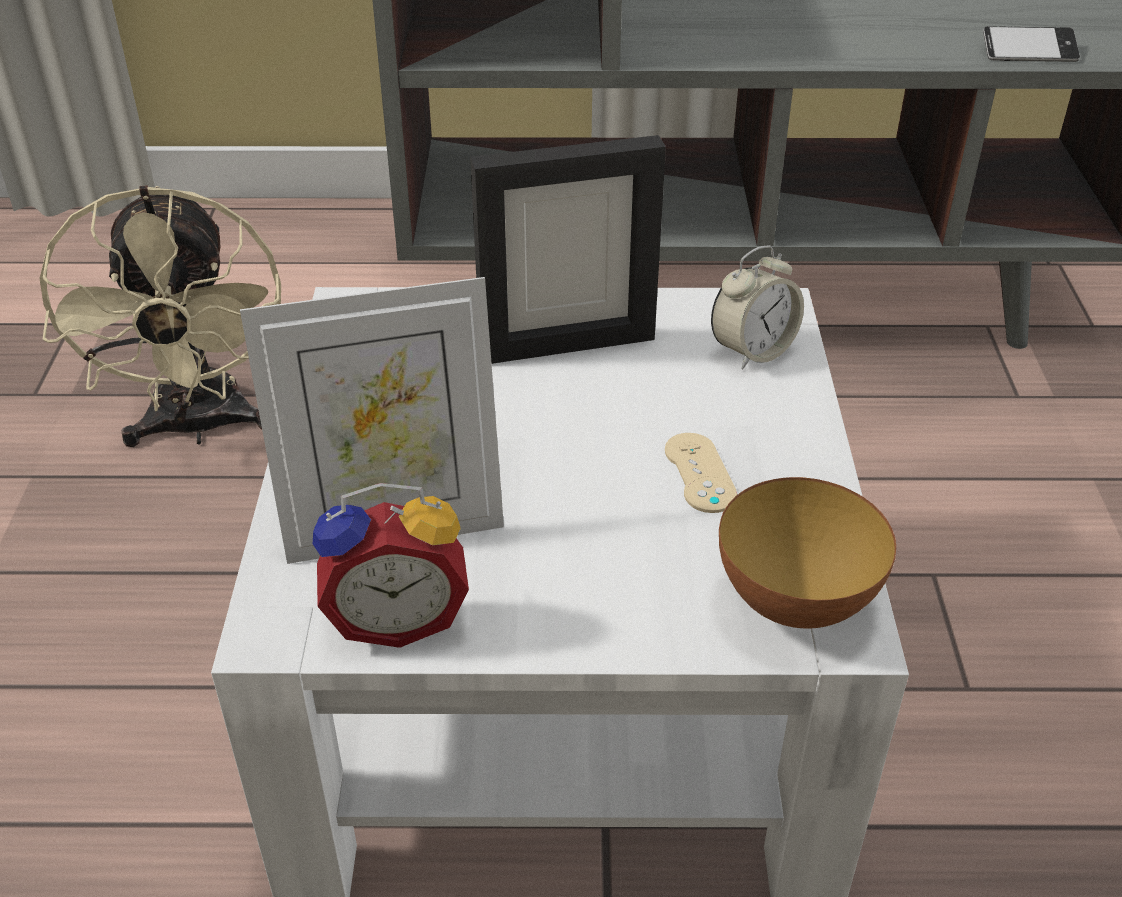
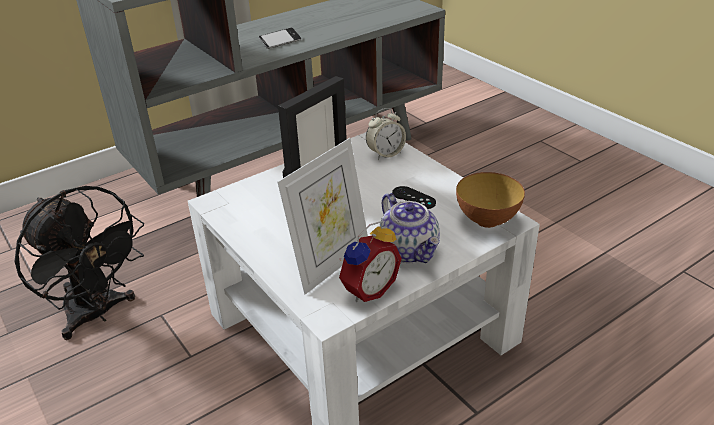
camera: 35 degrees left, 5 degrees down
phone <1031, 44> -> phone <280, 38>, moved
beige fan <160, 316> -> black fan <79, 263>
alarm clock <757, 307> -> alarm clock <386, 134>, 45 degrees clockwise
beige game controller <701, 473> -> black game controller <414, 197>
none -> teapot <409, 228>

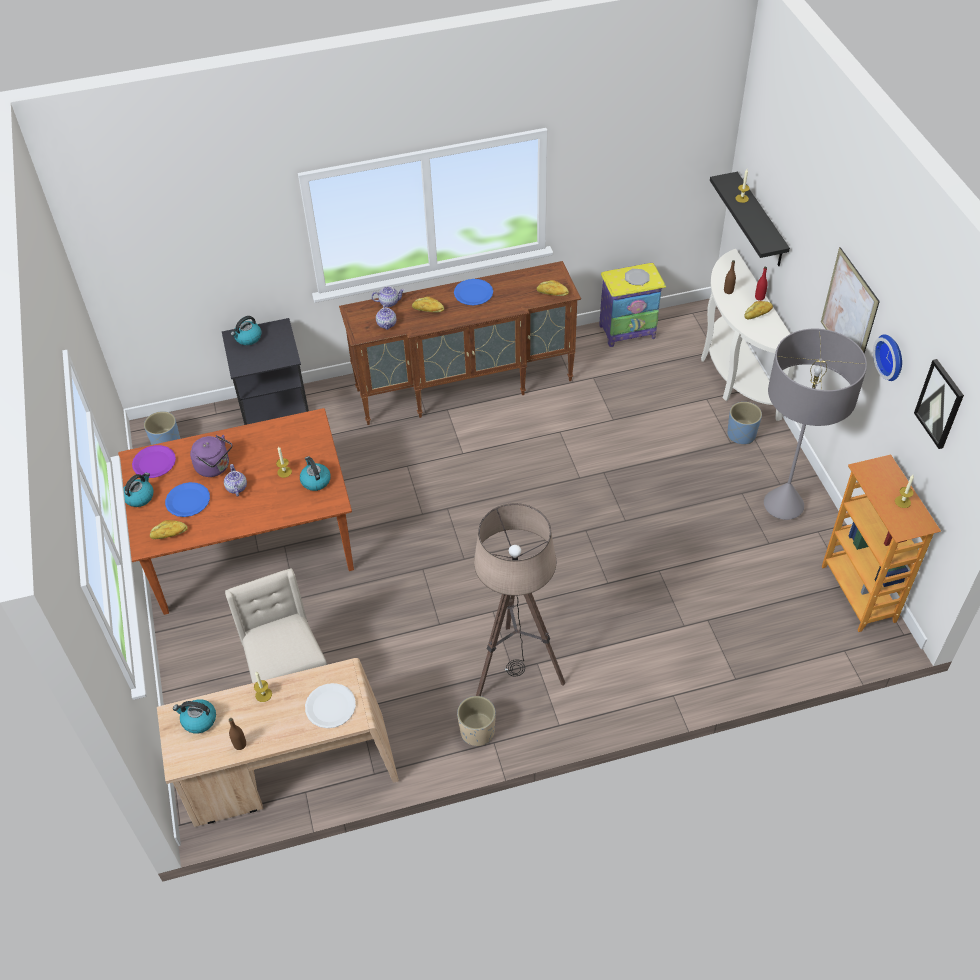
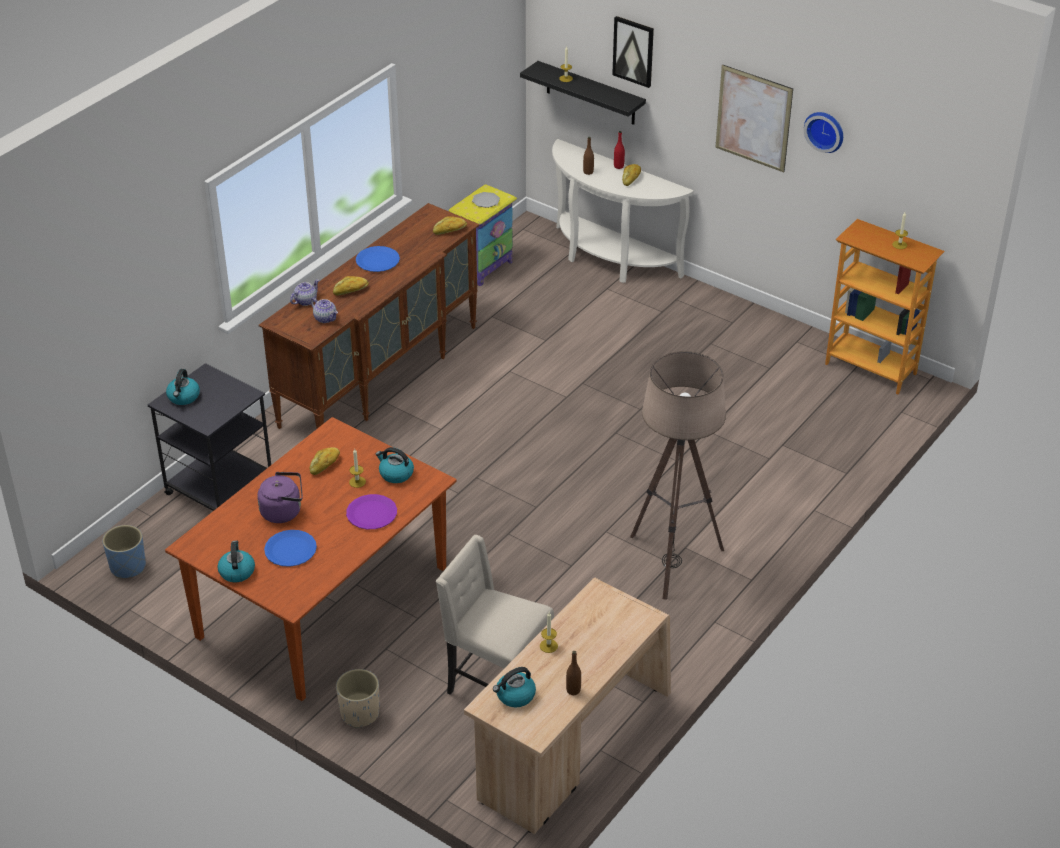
camera: 40 degrees left, 10 degrees down
grey floor lamp <815, 424> -> none
picture <939, 404> -> picture <633, 52>, moved
blue planter <744, 423> -> none
purple plate <154, 461> -> purple plate <371, 511>, moved
teapot <235, 480> -> none
bread <169, 529> -> bread <325, 461>, moved
white plate <330, 705> -> none
beige planter <476, 721> -> beige planter <357, 698>, moved

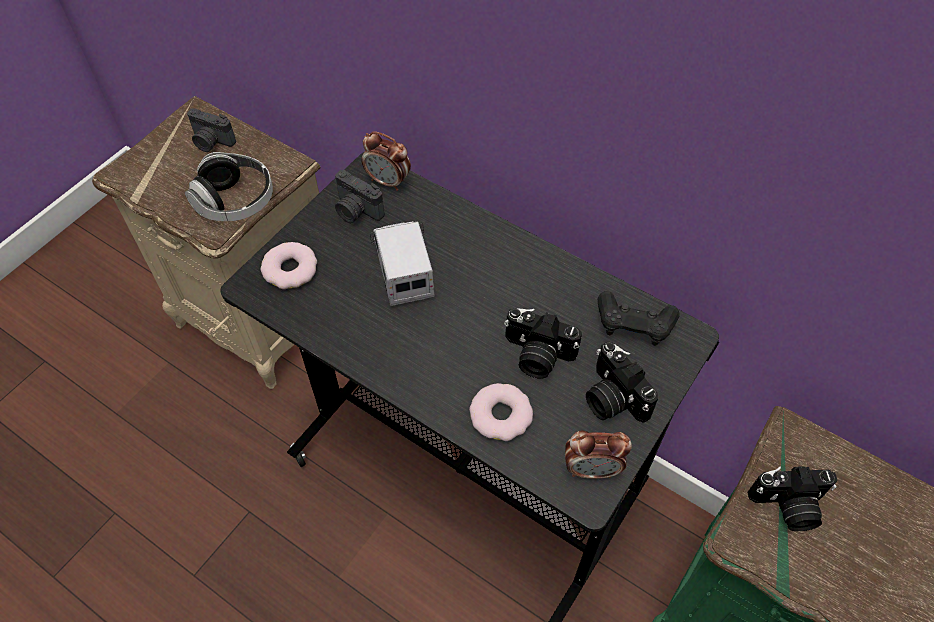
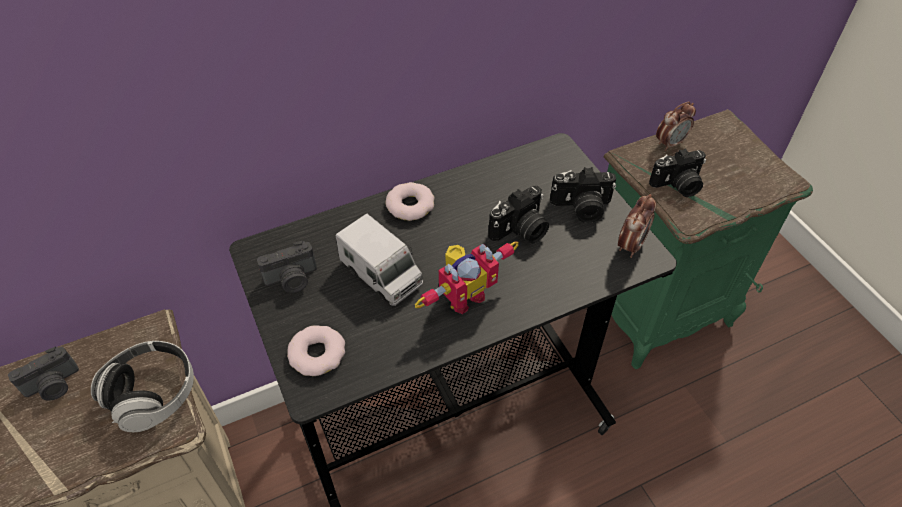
camera: 60 degrees left, 5 degrees down
alarm clock <386, 161> -> alarm clock <676, 126>, moved
toy truck <402, 263> -> toy truck <379, 260>, 150 degrees counterclockwise
black game controller <639, 318> -> none
donut <501, 412> -> donut <410, 201>, moved
photo camera <792, 498> -> photo camera <677, 173>, 45 degrees clockwise
none -> toy robot <467, 278>

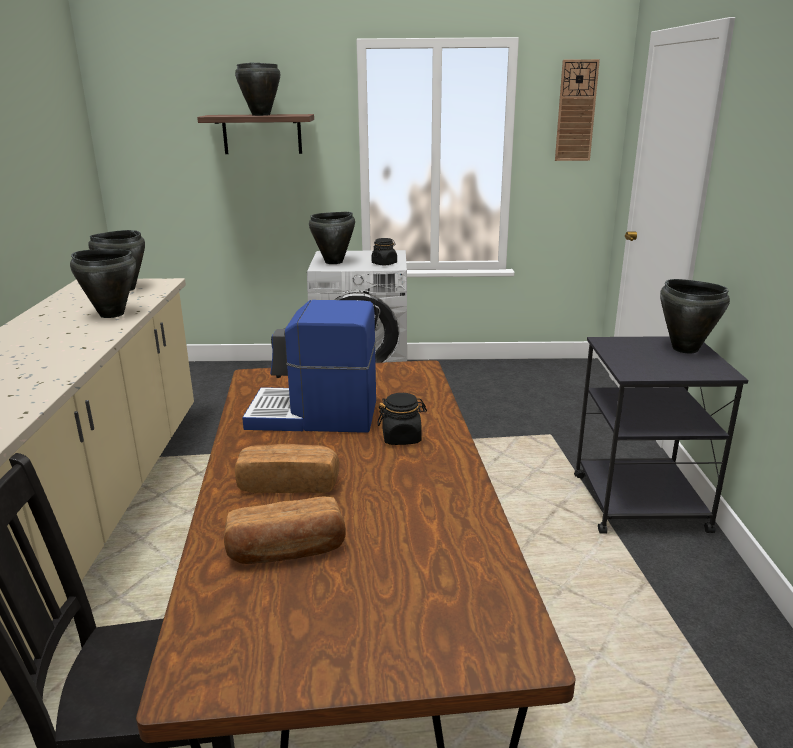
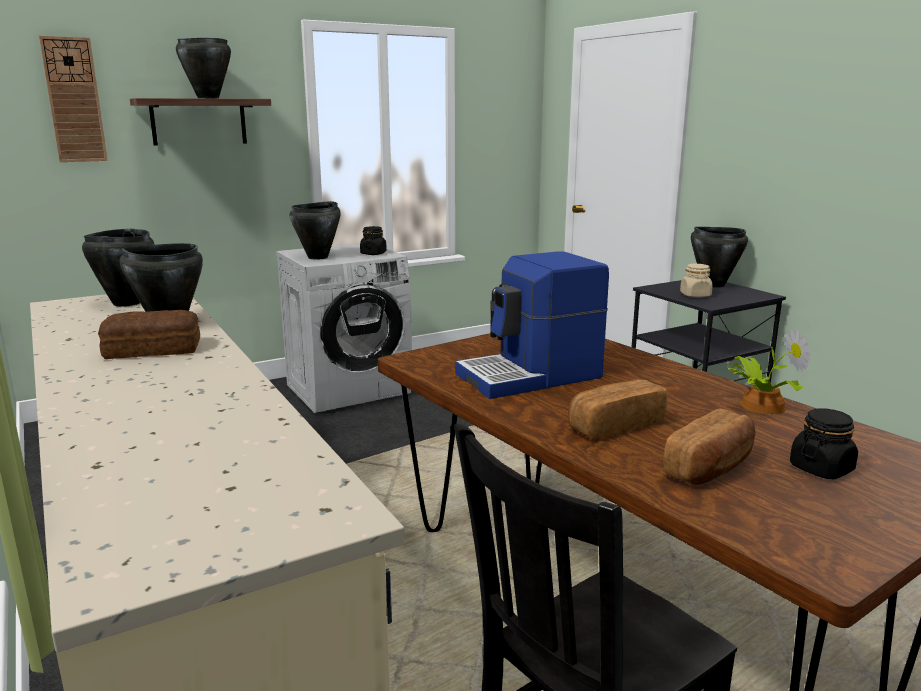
camera: 30 degrees left, 5 degrees down
wall clock <577, 110> -> wall clock <73, 99>, moved
black jar <402, 419> -> black jar <824, 443>, moved
none -> beige jar <696, 280>
none -> bread <149, 334>
none -> potted plant <769, 371>

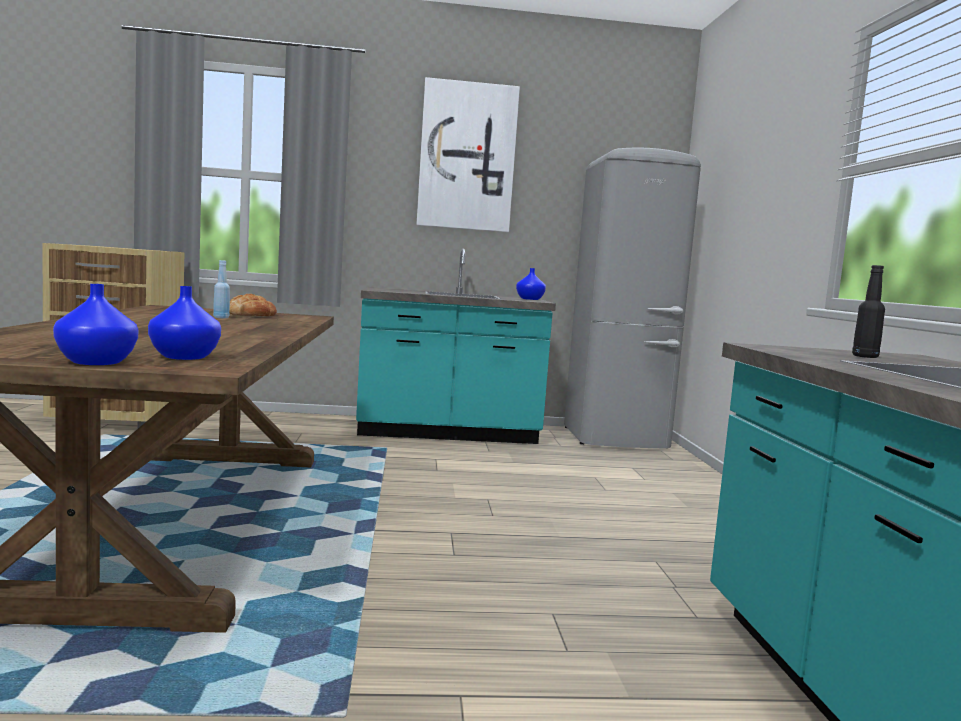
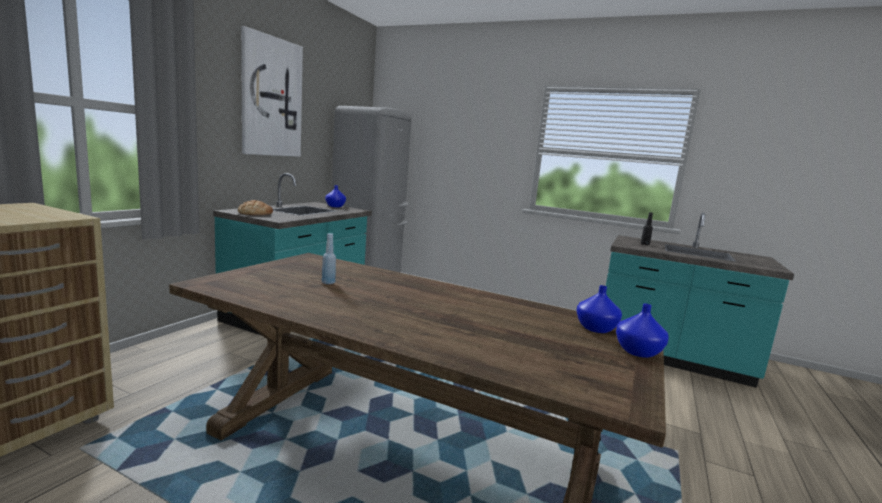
camera: 60 degrees left, 5 degrees up
bread <253, 305> -> bread <255, 207>, moved

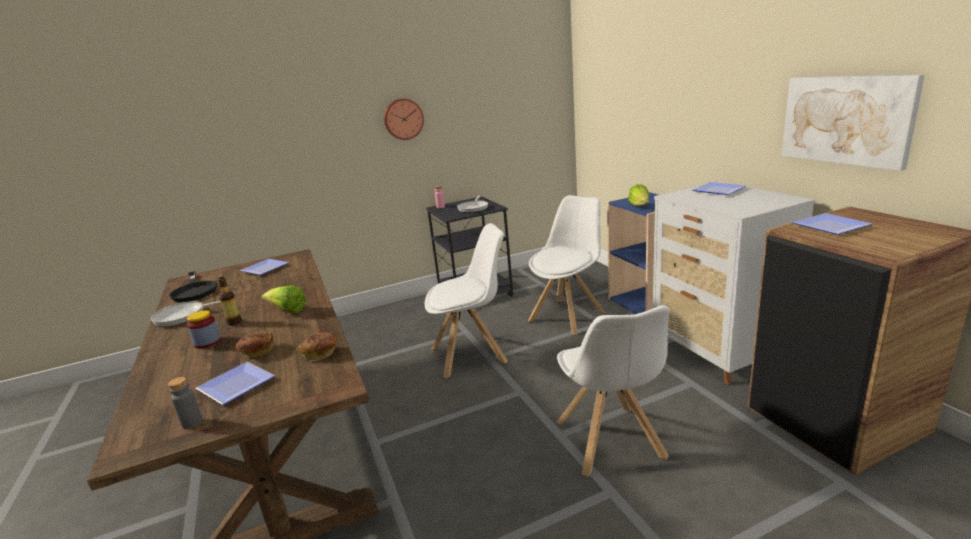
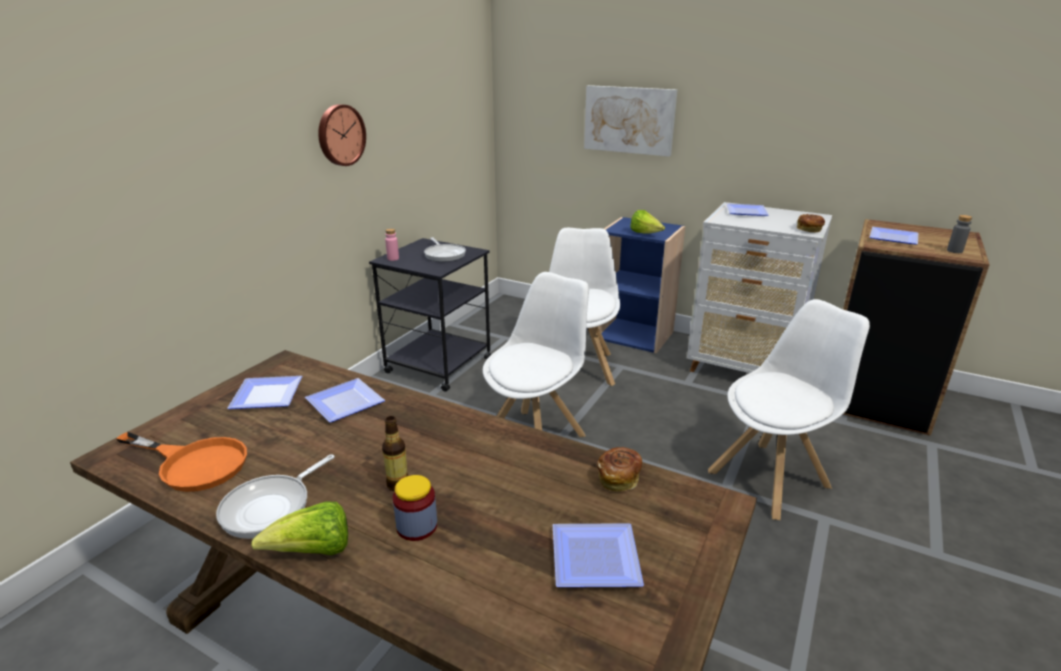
camera: 40 degrees left, 5 degrees up
picture <853, 123> -> picture <630, 121>, moved
black frying pan <193, 286> -> orange frying pan <181, 462>
lettuce <283, 299> -> lettuce <299, 528>, moved
white chair <612, 391> -> white chair <789, 409>, 75 degrees counterclockwise
bread <255, 344> -> bread <811, 223>, moved
grey bottle <185, 403> -> grey bottle <959, 234>, moved
none -> plate <345, 400>

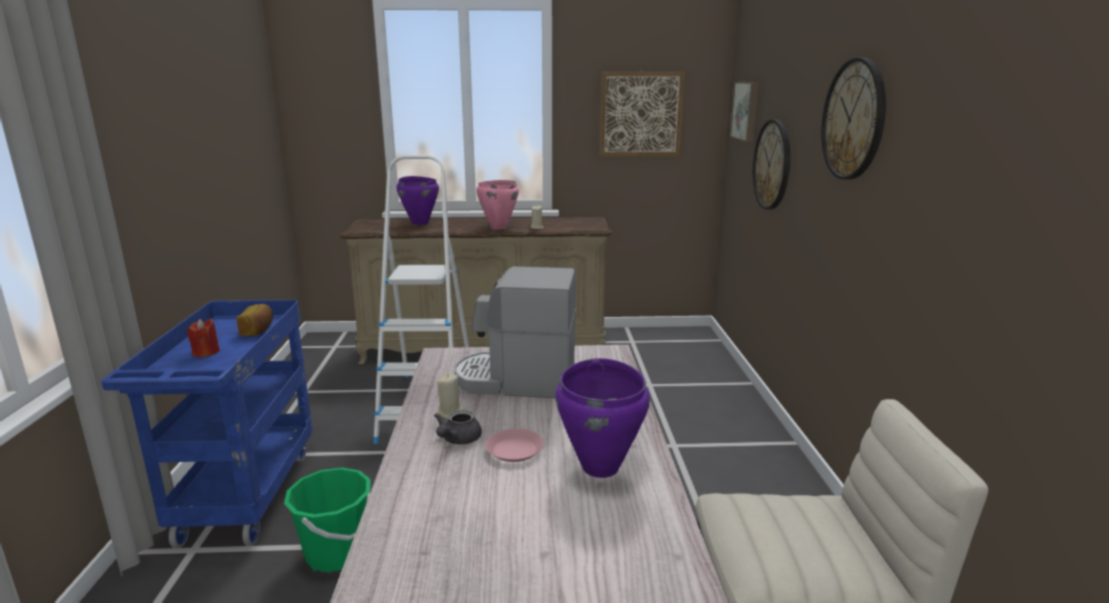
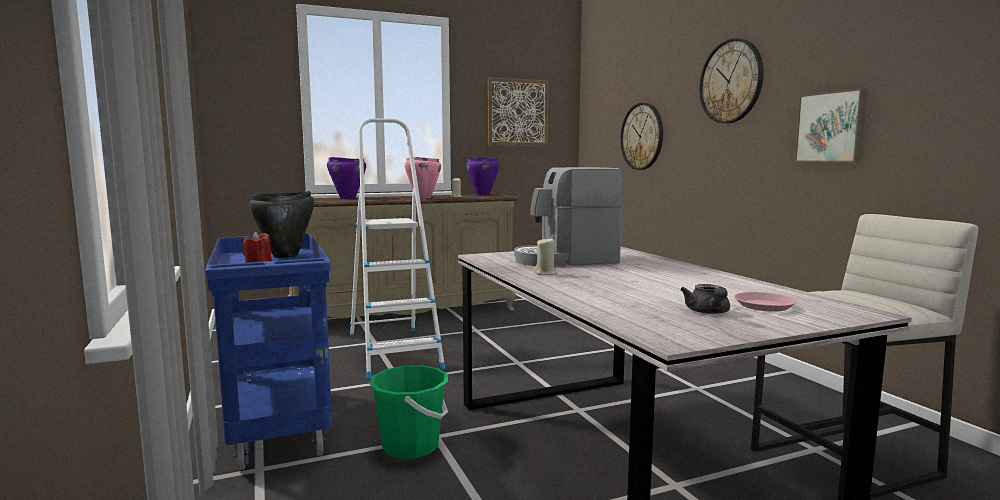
camera: 20 degrees left, 10 degrees down
picture <744, 112> -> picture <830, 125>, moved
bread <254, 320> -> black cooking pot <281, 224>
purple cooking pot <603, 418> -> purple cooking pot <483, 176>, moved
grey teapot <458, 427> -> grey teapot <705, 299>, moved
pink plate <514, 445> -> pink plate <765, 302>, moved

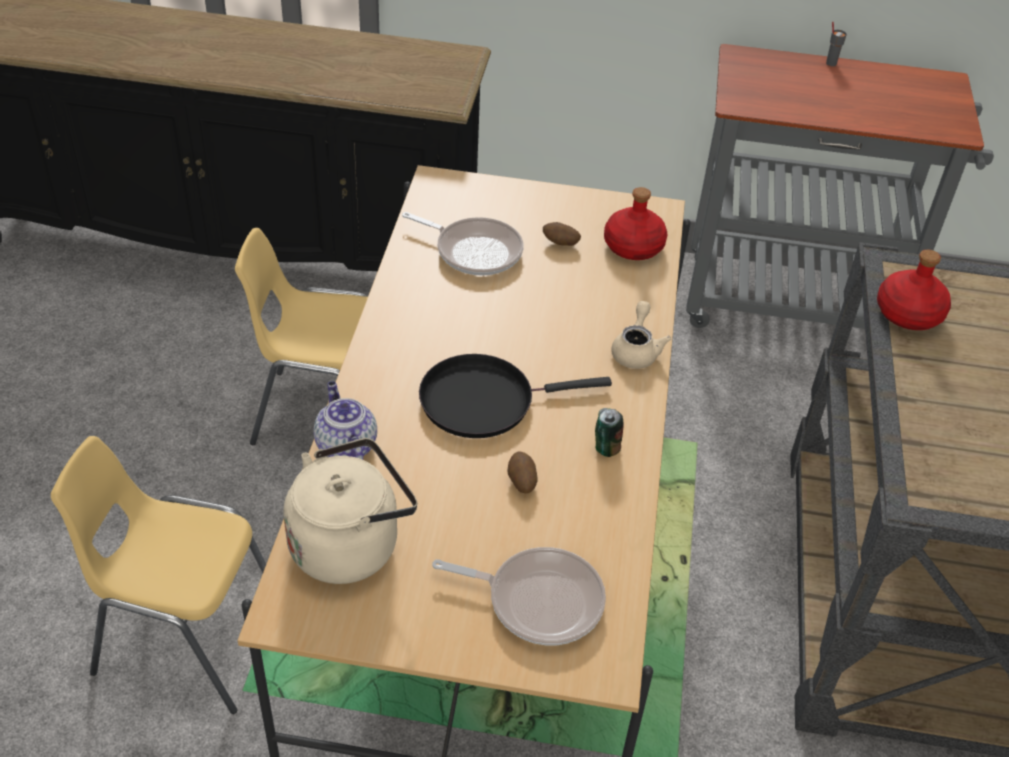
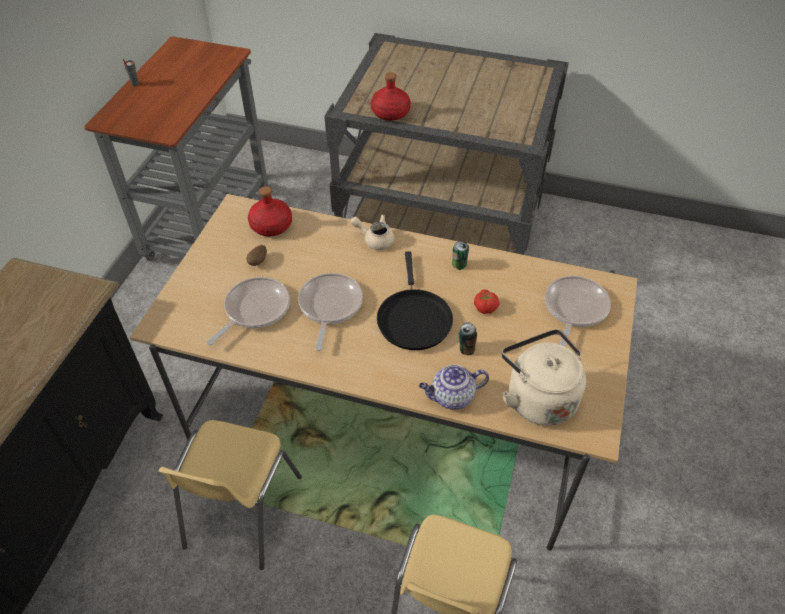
camera: 80 degrees left, 5 degrees up
potato <522, 472> -> tomato <486, 302>
none -> frying pan <330, 312>
none -> can <468, 338>

